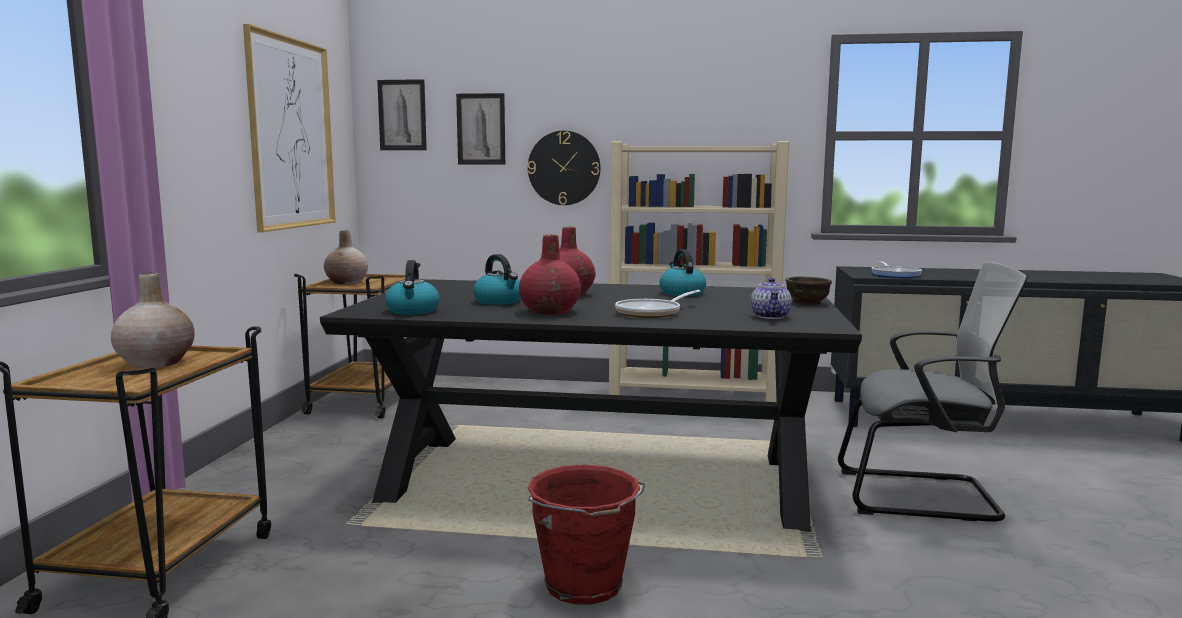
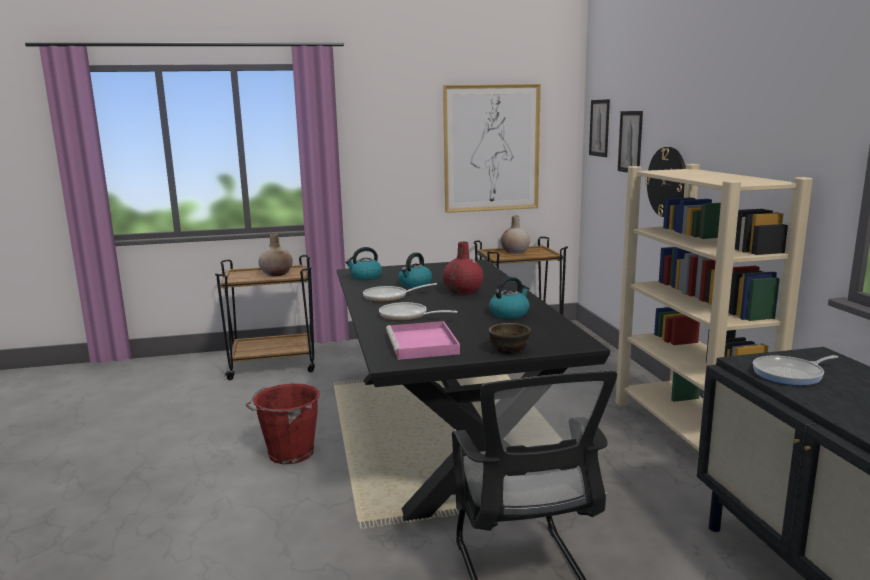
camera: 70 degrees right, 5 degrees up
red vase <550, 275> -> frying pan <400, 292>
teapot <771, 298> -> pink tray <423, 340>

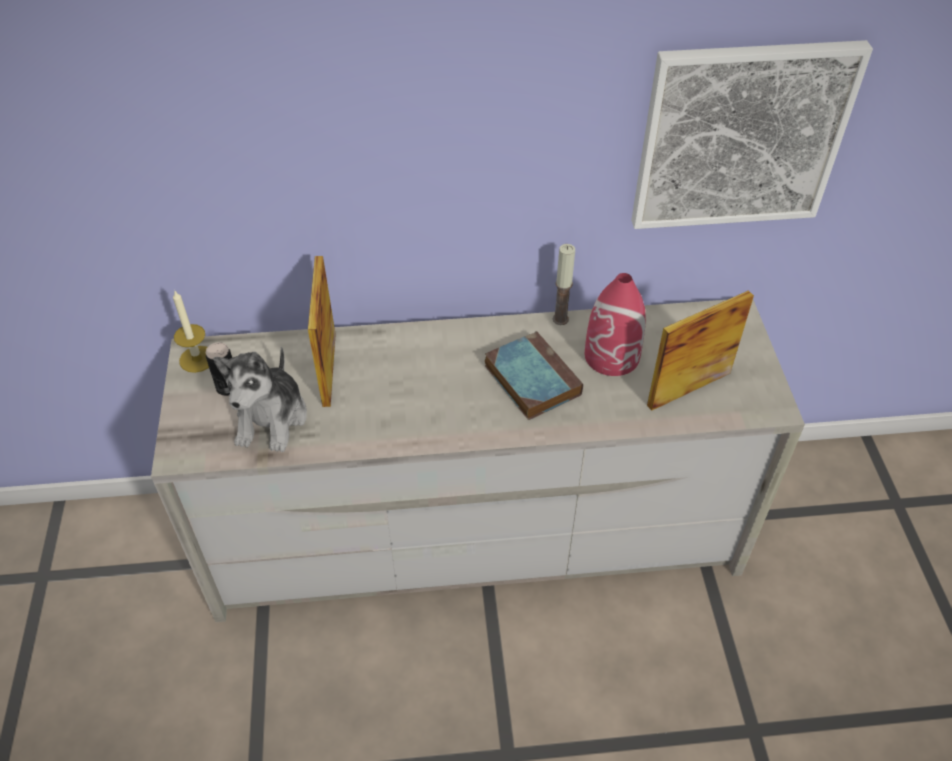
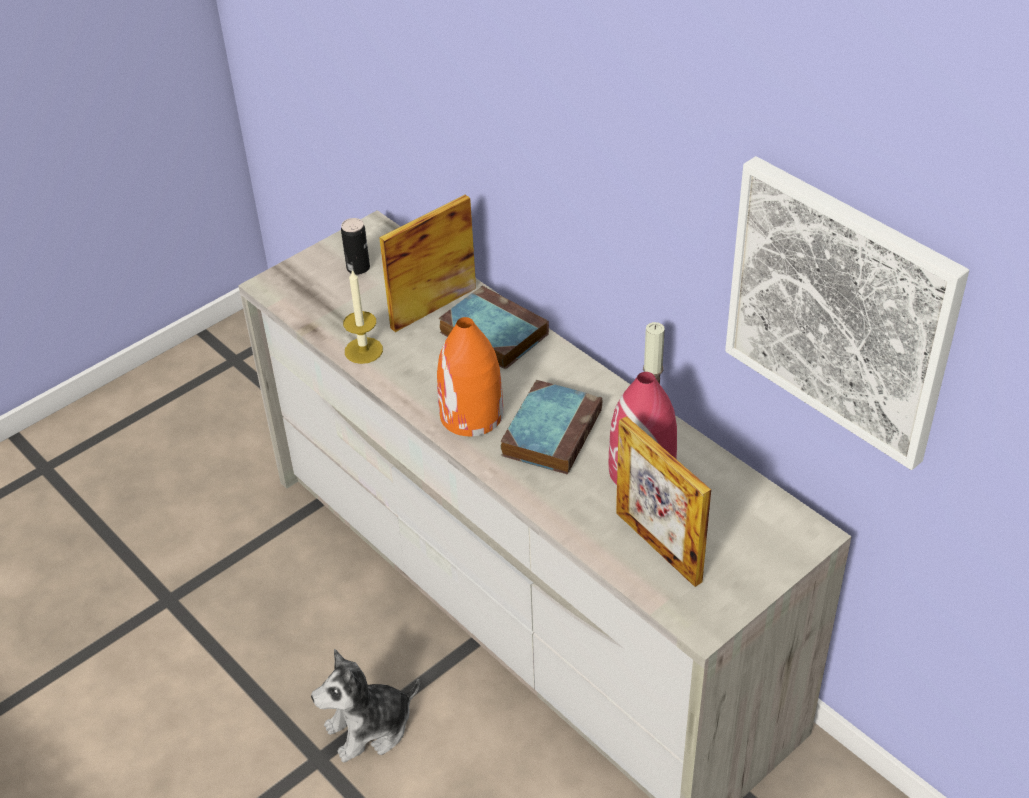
camera: 55 degrees right, 5 degrees down
picture frame <700, 350> -> picture frame <663, 501>, 150 degrees counterclockwise
candle <191, 332> -> candle <363, 317>, moved
plush toy <260, 399> -> plush toy <365, 705>, moved
none -> book <494, 328>
none -> orange vase <470, 376>

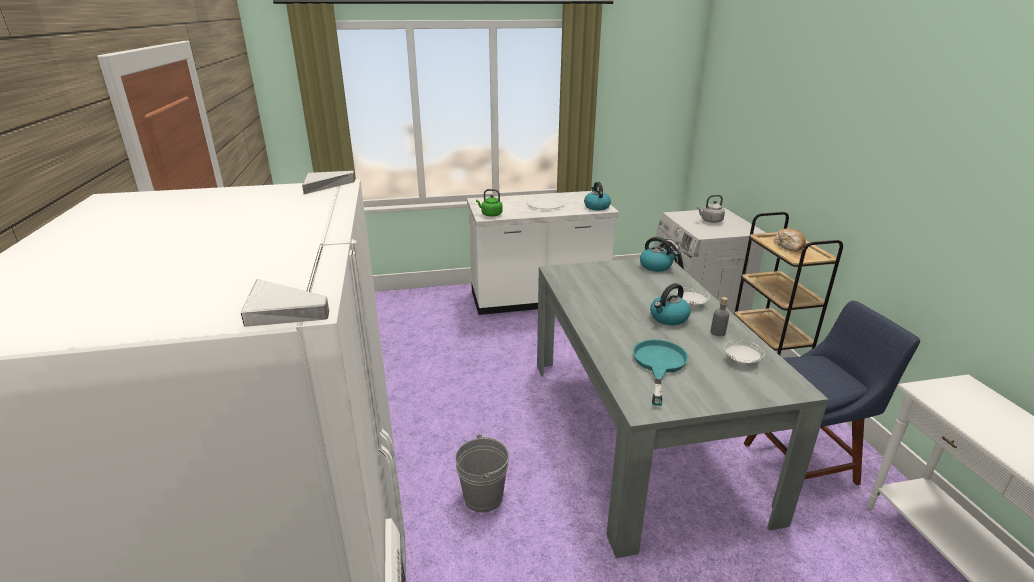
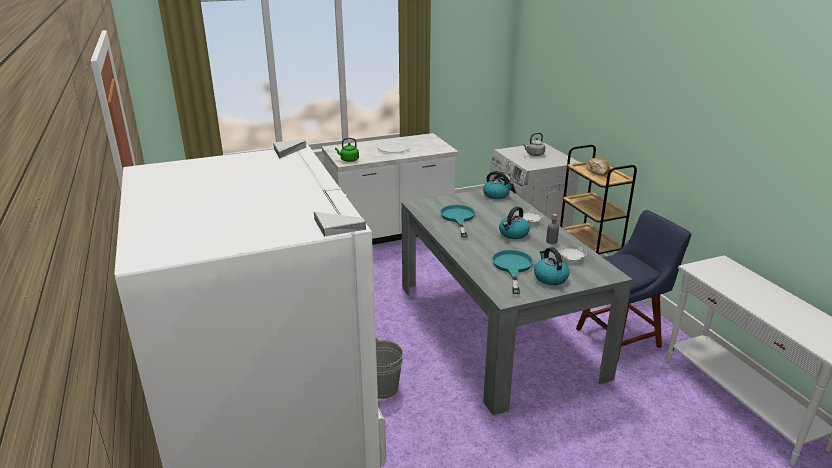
camera: 10 degrees left, 0 degrees up
kettle <597, 196> -> kettle <552, 266>, moved
none -> turquoise frying pan <457, 221>

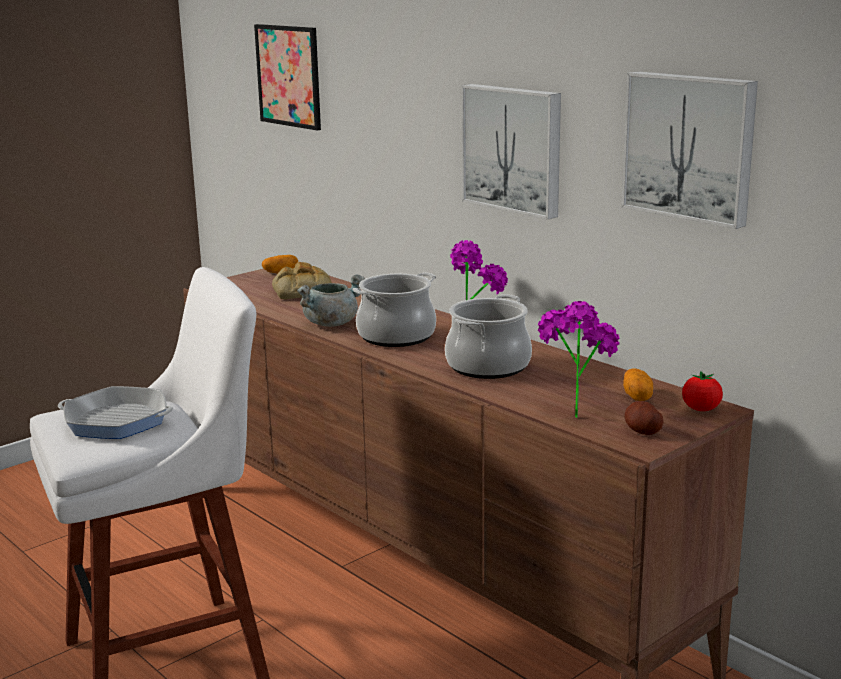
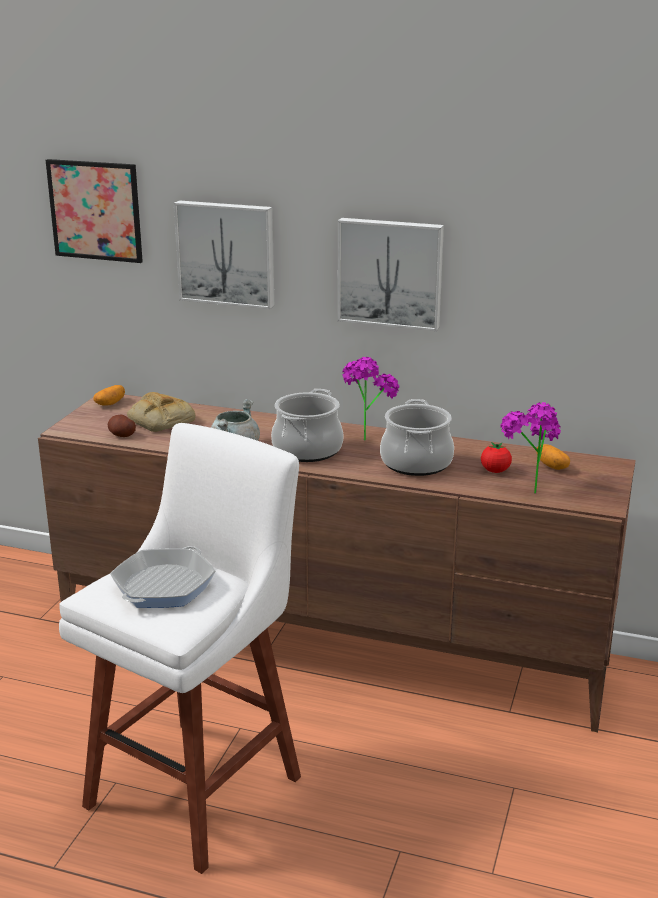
camera: 30 degrees left, 5 degrees up
picture <689, 150> -> picture <224, 254>, moved
tomato <702, 391> -> tomato <496, 457>, moved
frying pan <116, 412> -> frying pan <162, 577>, 135 degrees clockwise
potato <644, 418> -> potato <122, 426>, moved

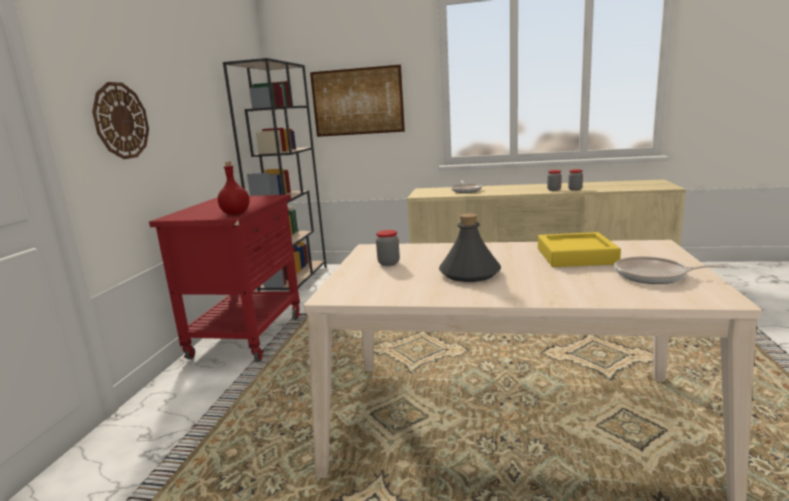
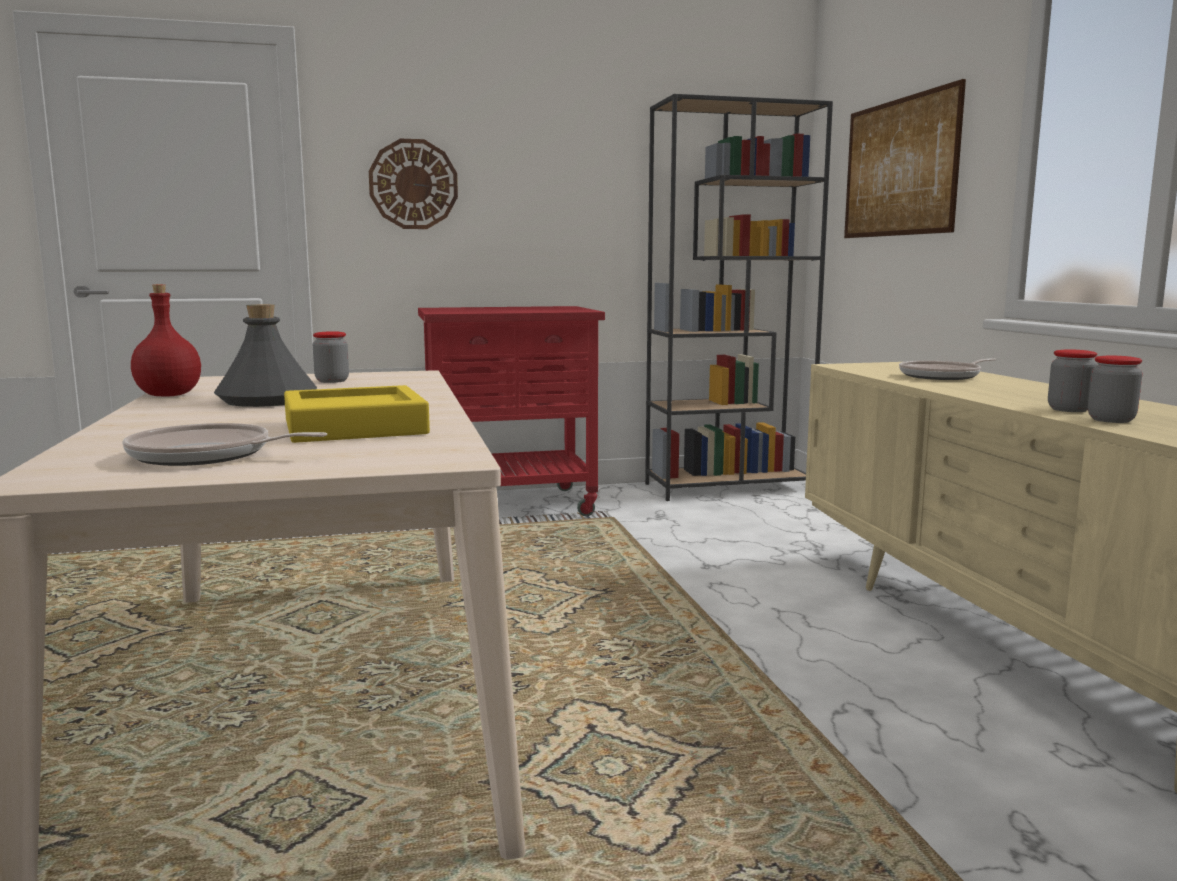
camera: 65 degrees right, 5 degrees down
red bottle <234, 188> -> red bottle <166, 340>, moved
frying pan <670, 270> -> frying pan <224, 444>, 75 degrees counterclockwise

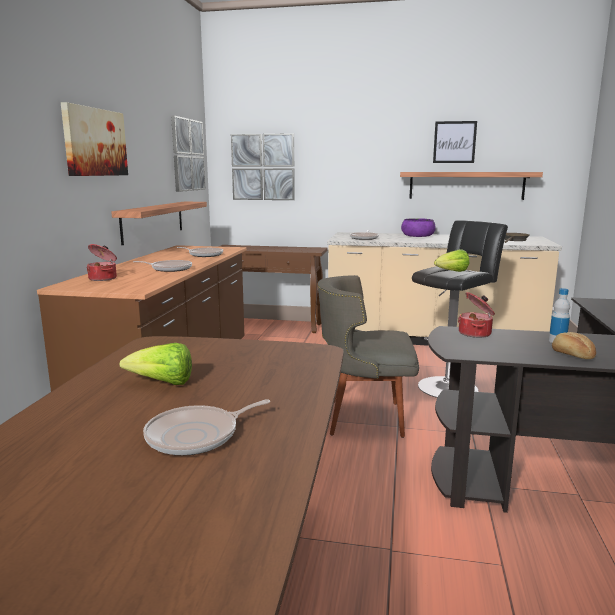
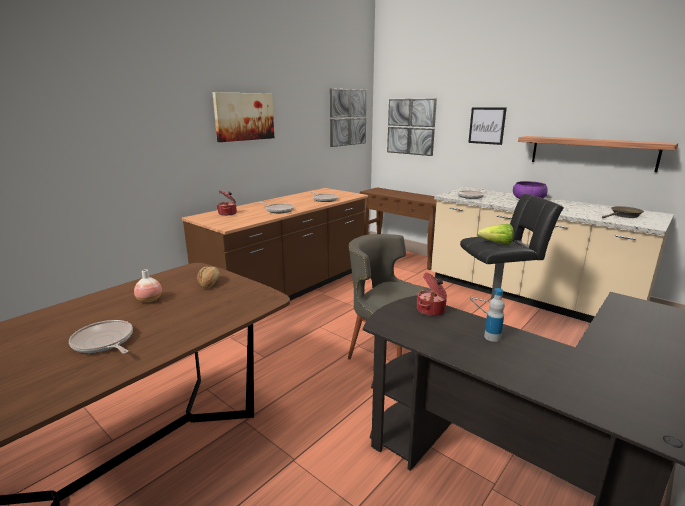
camera: 30 degrees right, 5 degrees up
picture <455, 142> -> picture <487, 126>, moved
shelf <159, 223> -> none
bread <574, 345> -> bread <208, 277>, moved
lettuce <156, 364> -> vase <148, 286>
frying pan <206, 427> -> frying pan <101, 337>, 45 degrees clockwise

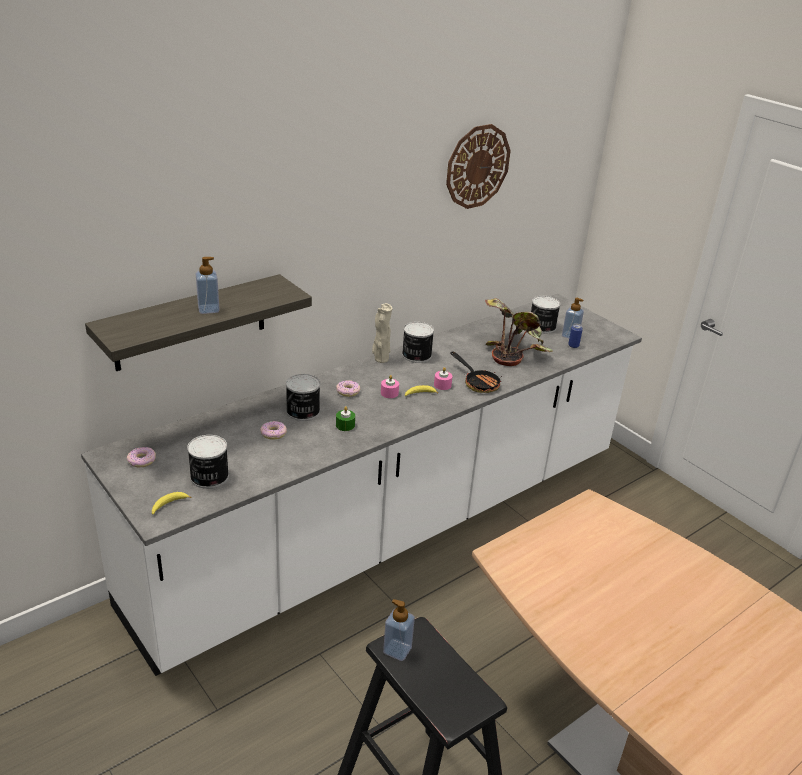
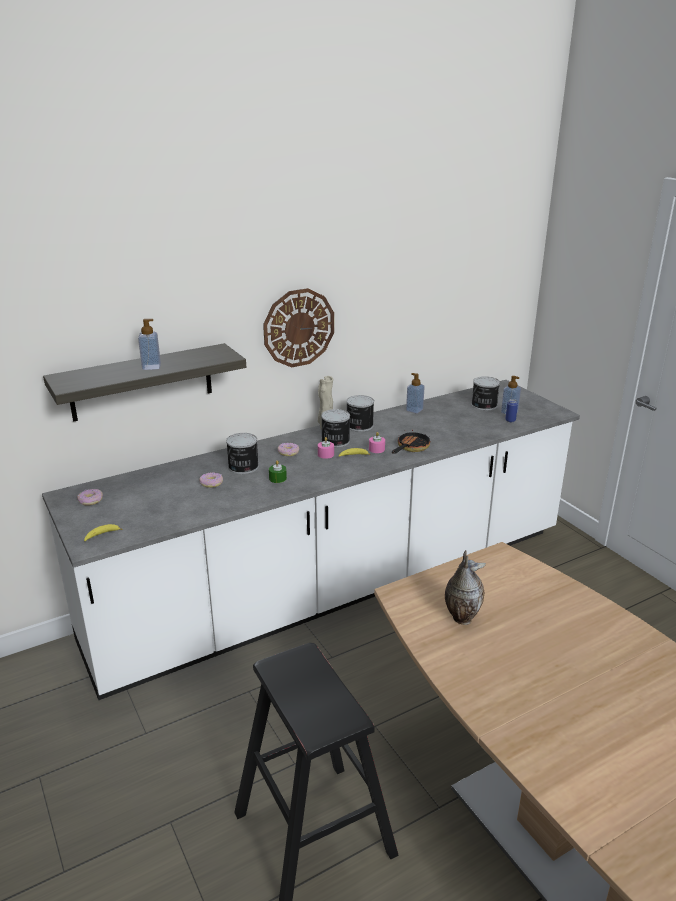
camera: 10 degrees right, 5 degrees down
wall clock <478, 166> -> wall clock <298, 327>, moved
potted plant <519, 332> -> none
frying pan <476, 372> -> frying pan <411, 442>, 120 degrees counterclockwise
can <208, 462> -> can <335, 428>, moved
soap dispenser <399, 630> -> soap dispenser <415, 393>, moved
none -> vase <465, 587>

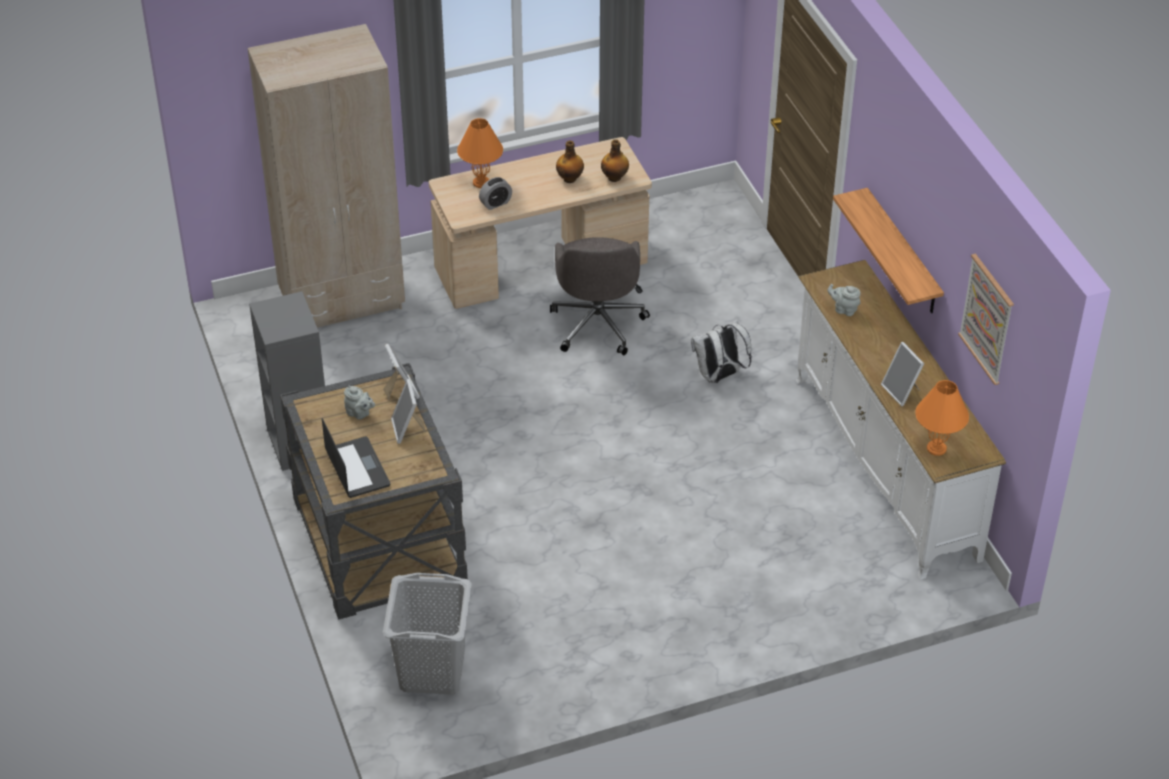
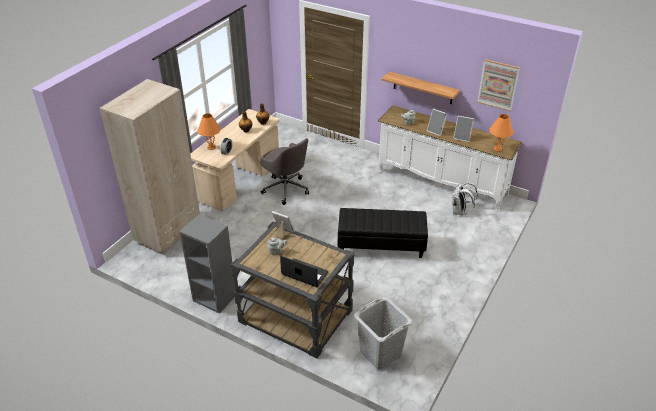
camera: 40 degrees left, 5 degrees down
white backpack <721, 351> -> white backpack <464, 198>, moved
picture frame <408, 411> -> picture frame <437, 122>, moved
none -> black ottoman <383, 233>

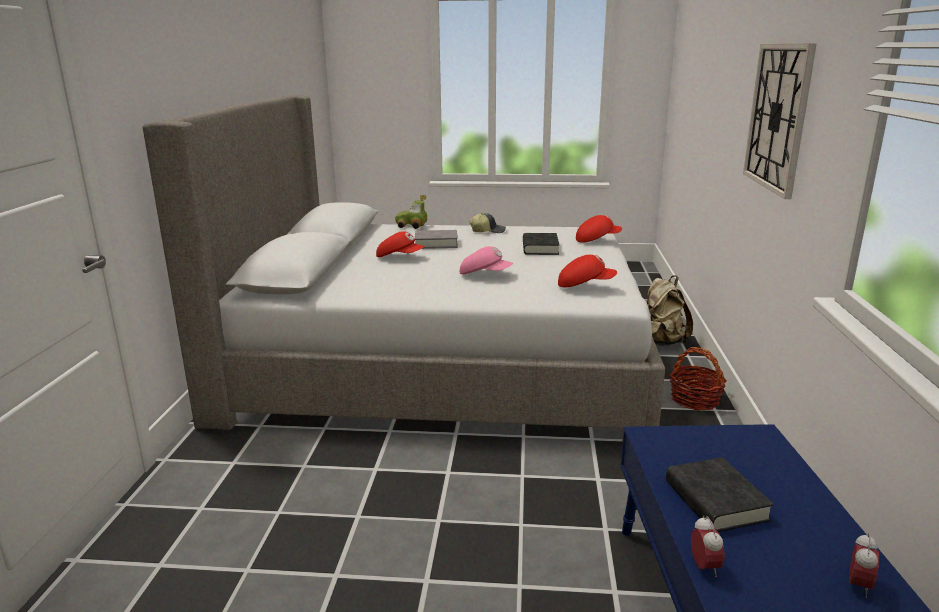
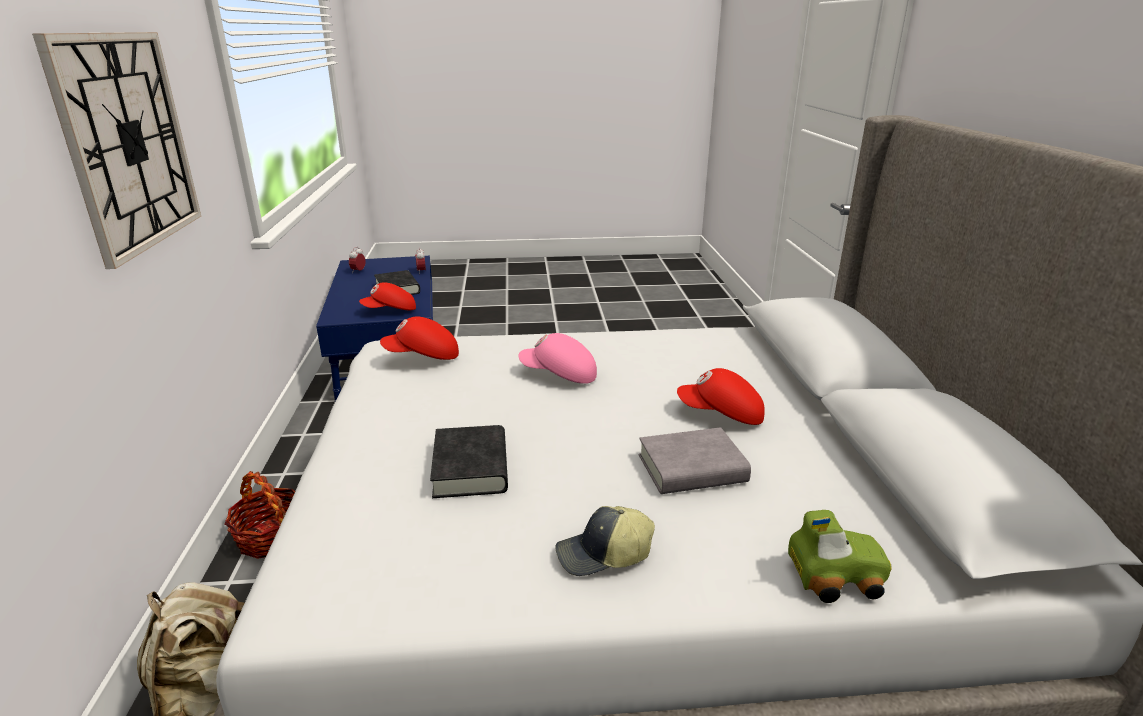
camera: 170 degrees right, 5 degrees up
red cap <599, 229> -> red cap <387, 296>, moved

